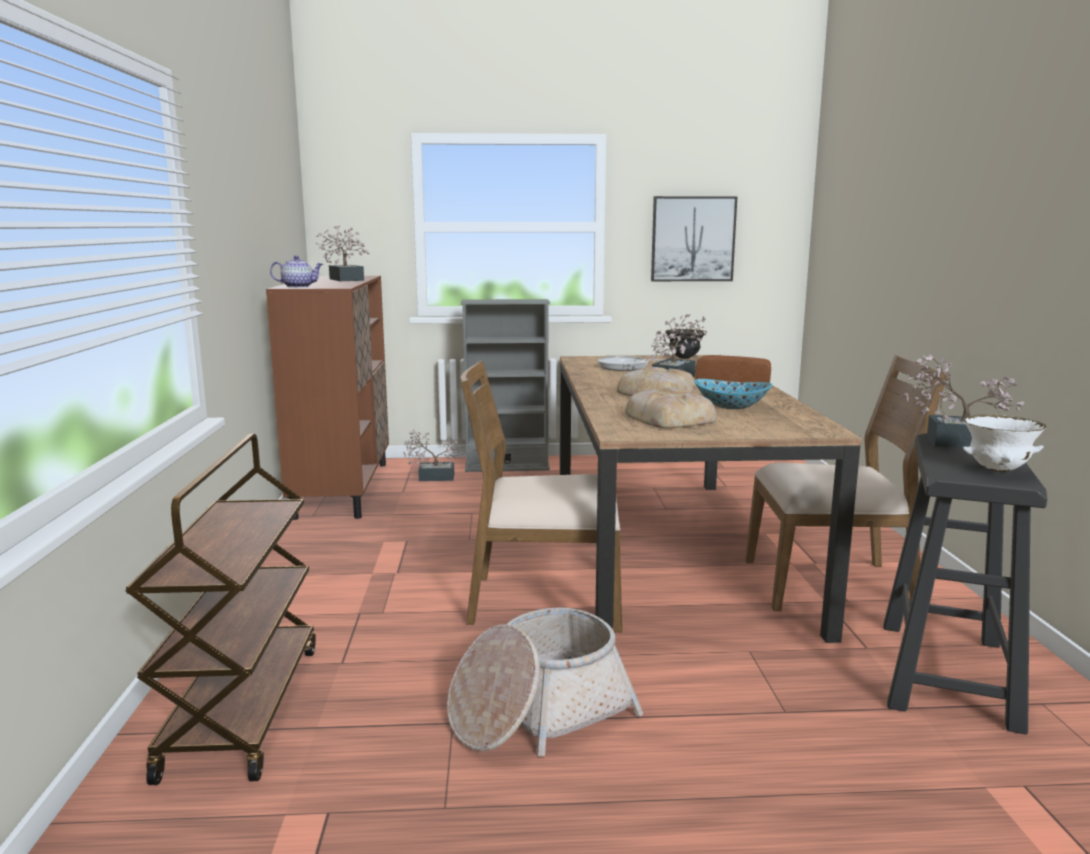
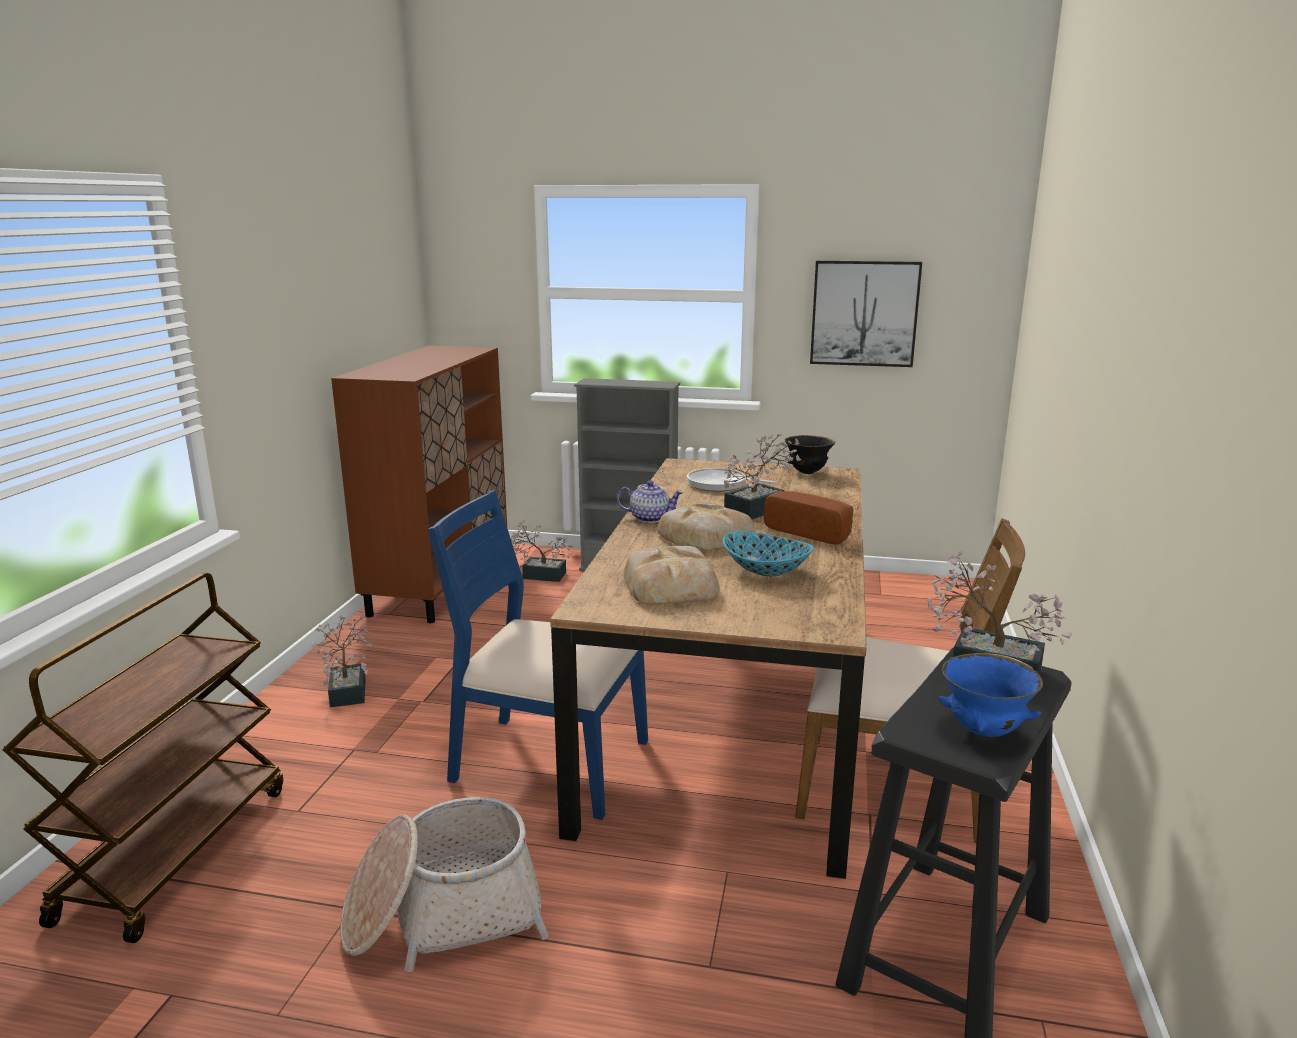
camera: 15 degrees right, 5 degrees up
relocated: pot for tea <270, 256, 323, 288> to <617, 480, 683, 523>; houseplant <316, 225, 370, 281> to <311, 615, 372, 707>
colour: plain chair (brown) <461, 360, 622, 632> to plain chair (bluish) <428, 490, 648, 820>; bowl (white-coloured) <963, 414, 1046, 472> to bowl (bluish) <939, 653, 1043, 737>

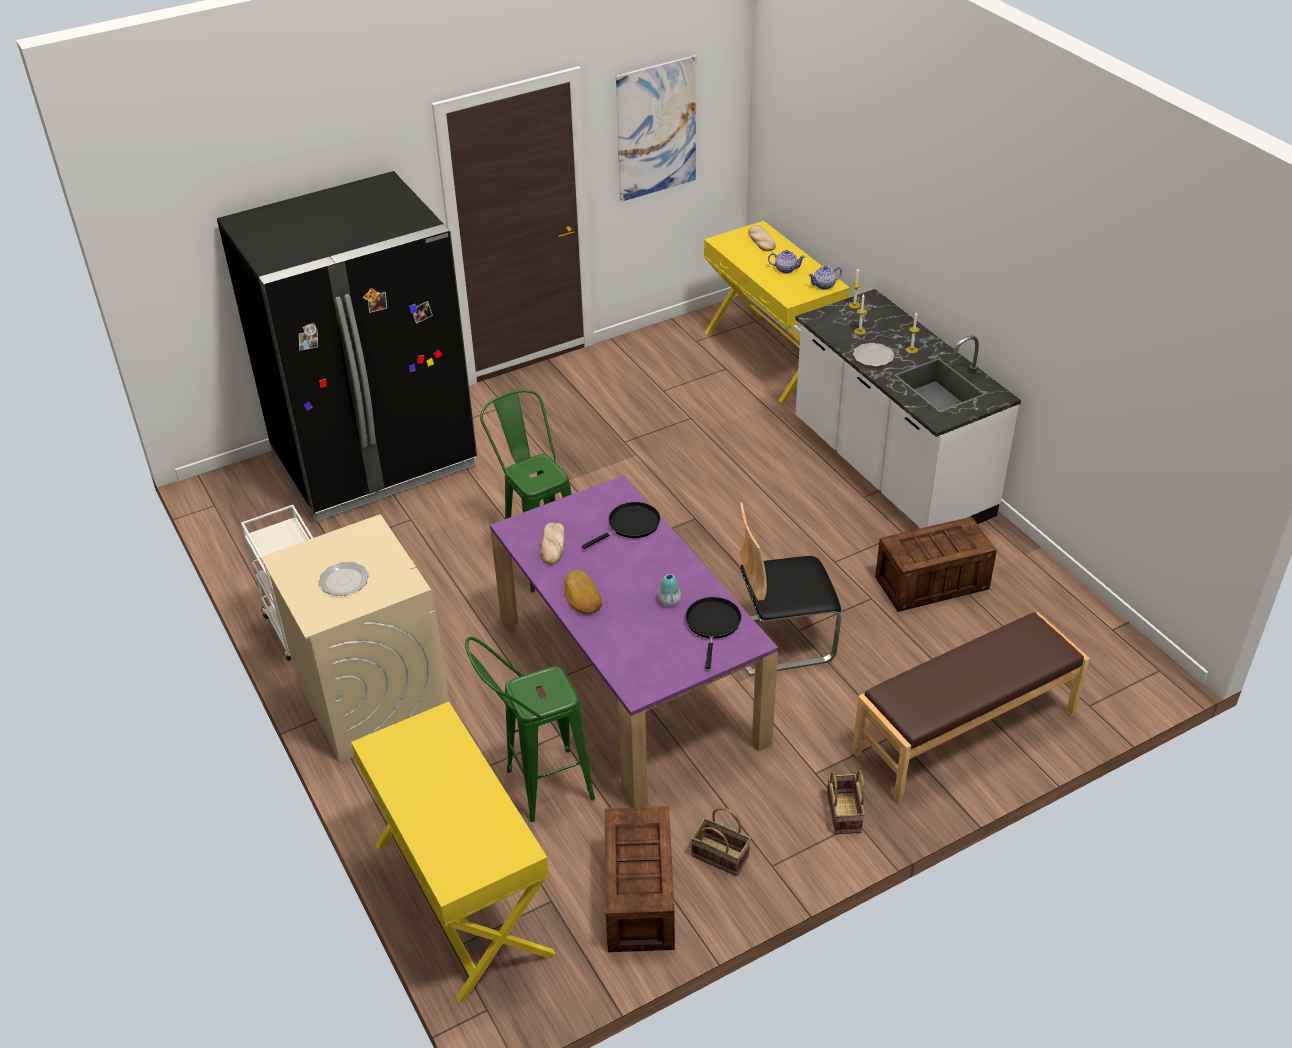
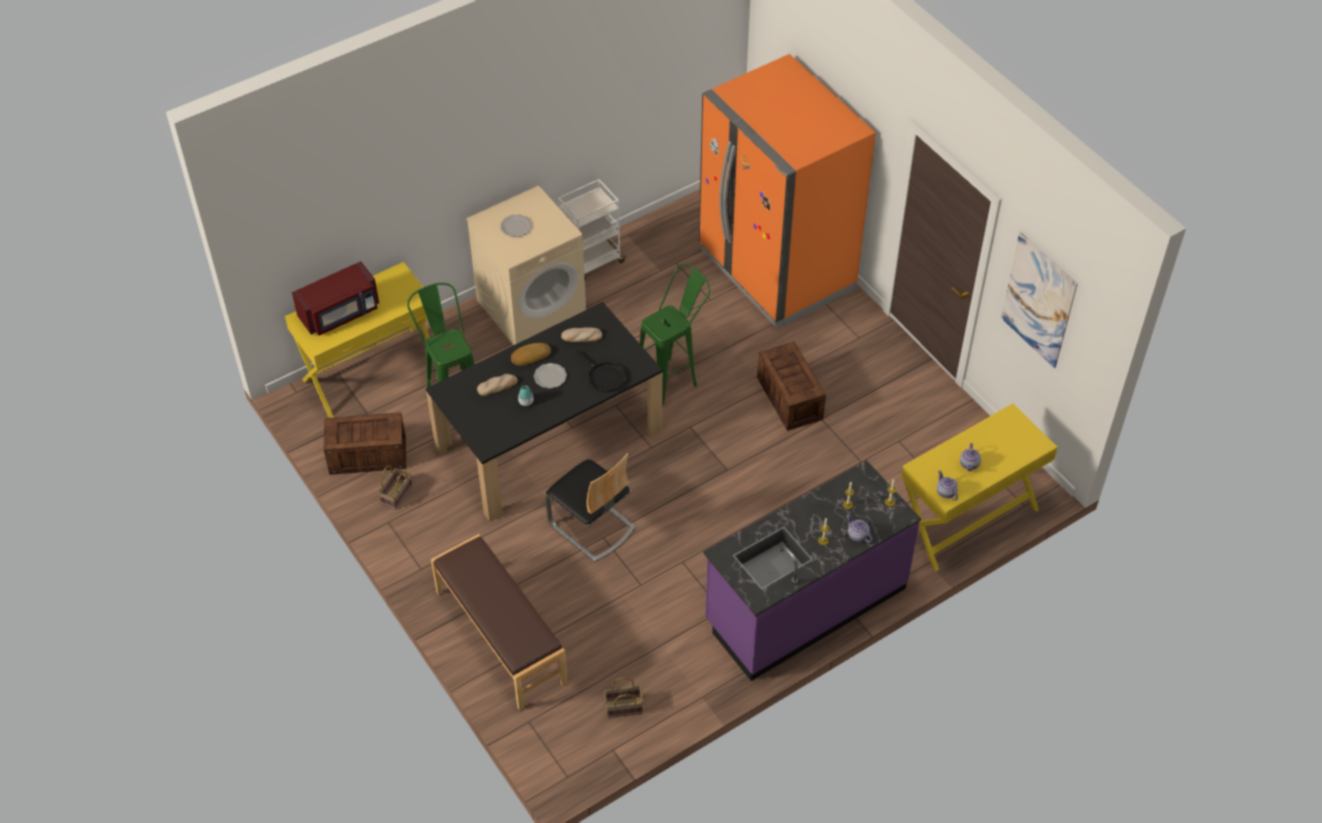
camera: 85 degrees right, 10 degrees up
missing: skillet (black-coloured) <685, 597, 742, 669>
appeared: kitchen microwave (red) <292, 261, 379, 336>; pot for tea <846, 515, 872, 543>
relocated: bakery bread <748, 225, 776, 251> to <477, 374, 518, 396>; basket <827, 770, 865, 834> to <604, 677, 643, 718>; plate <853, 343, 894, 366> to <534, 363, 567, 389>; crate <875, 517, 997, 612> to <757, 341, 826, 431>
colour: fridge (black-coloured) <217, 171, 477, 522> to fridge (orangey) <699, 54, 876, 328>; kitchen table (purple) <490, 475, 778, 808> to kitchen table (black-coloured) <426, 302, 663, 522>; kitchen base unit (white-coloured) <795, 289, 1021, 528> to kitchen base unit (purple) <703, 460, 921, 681>
spun: plain chair <739, 502, 841, 676> = <545, 453, 636, 562> 150 degrees clockwise

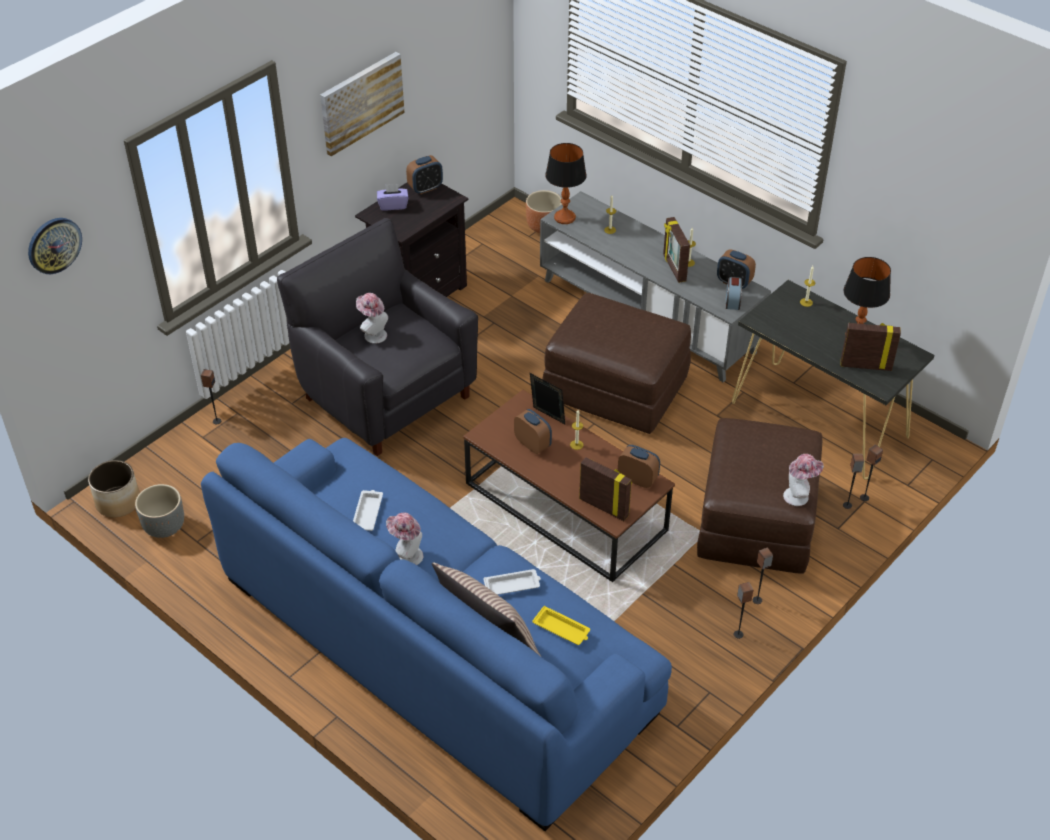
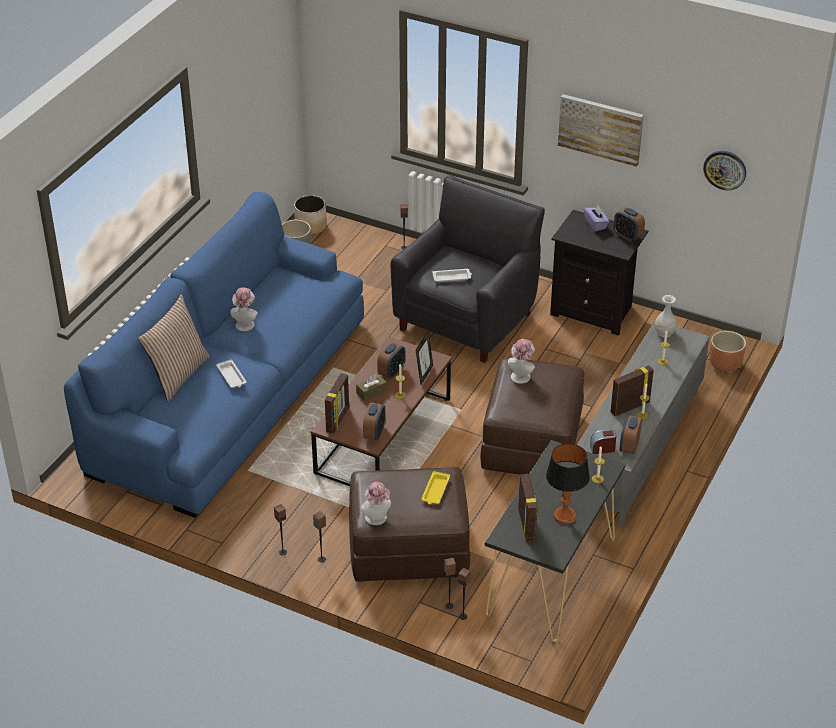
camera: 75 degrees right, 5 degrees down
appeared: tissue box (brown) <356, 374, 387, 401>
relocated: wall clock <28, 218, 82, 274> to <703, 151, 746, 190>; tray (white-coloured) <353, 490, 383, 531> to <432, 269, 472, 282>; clothing hat <356, 293, 388, 344> to <508, 339, 535, 384>; tray (yellow-coloured) <533, 606, 590, 645> to <421, 471, 450, 504>
exchanged: lamp for a table <545, 143, 587, 224> to vase (white-coloured) <655, 295, 677, 337>

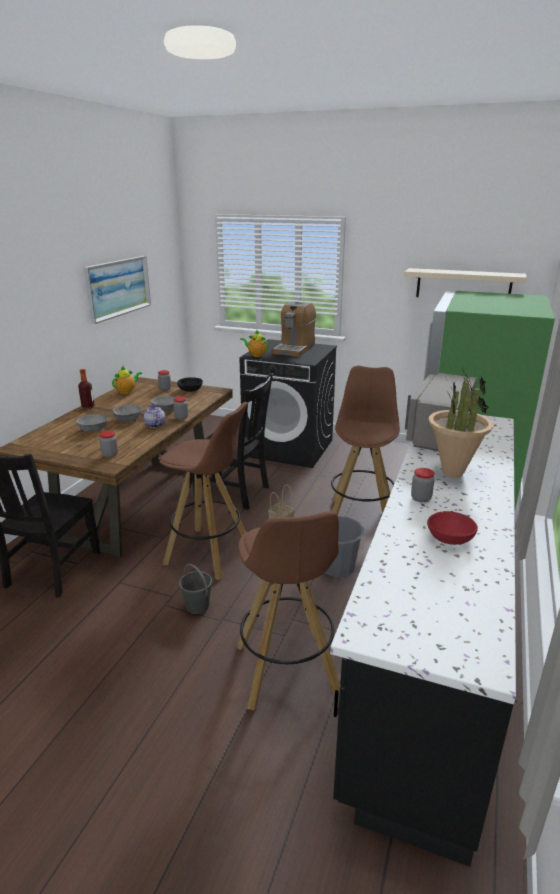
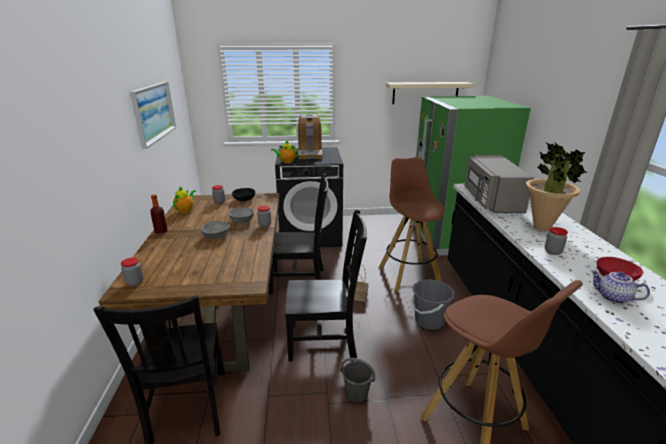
camera: 25 degrees left, 0 degrees up
missing: bowl (greyish) <76, 414, 108, 432>
relocated: preserve jar <99, 431, 118, 458> to <121, 257, 144, 286>; pot for tea <144, 405, 166, 428> to <590, 270, 650, 304>
exchanged: stool seat (brown) <159, 402, 248, 580> to plain chair (black-coloured) <285, 209, 367, 362>

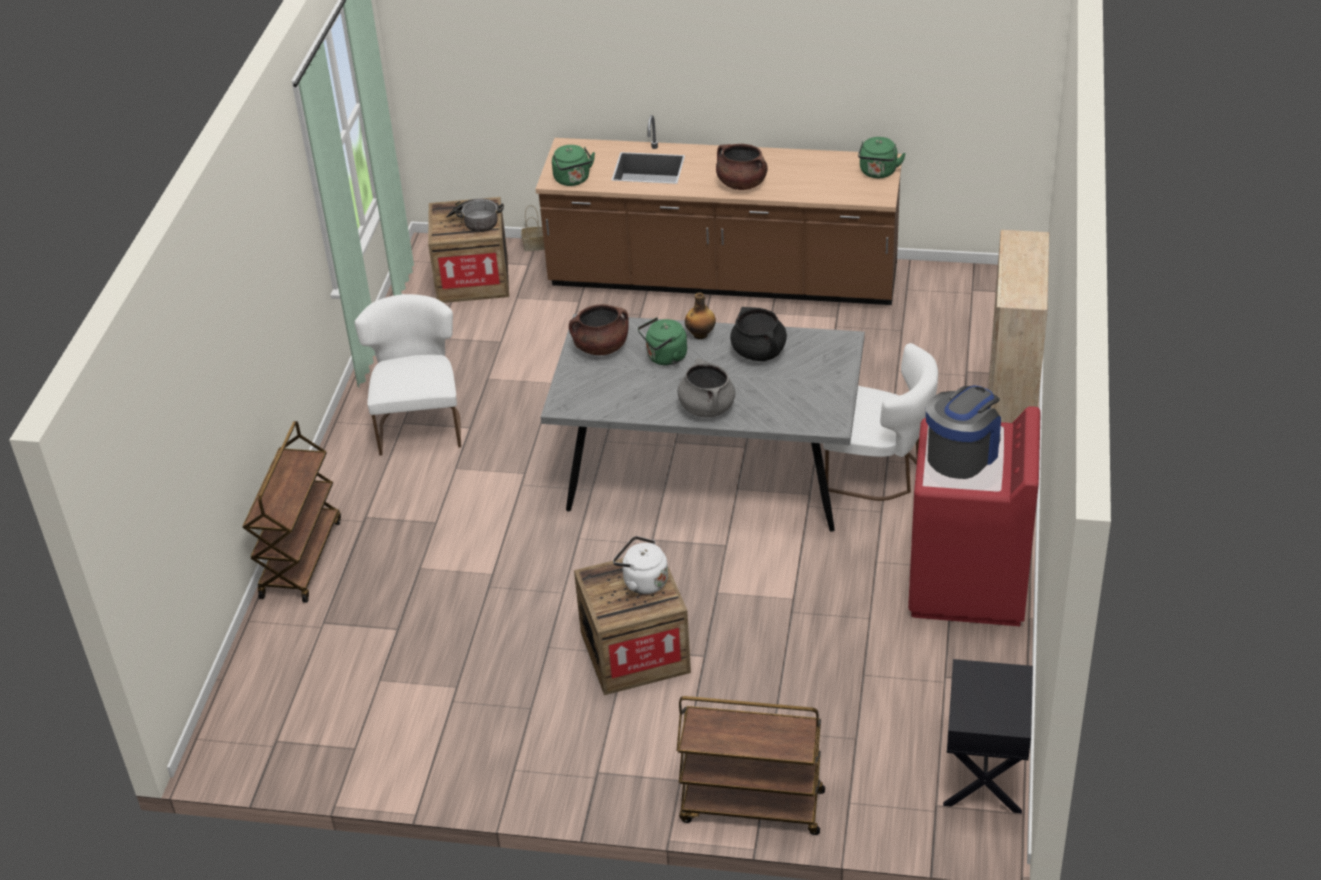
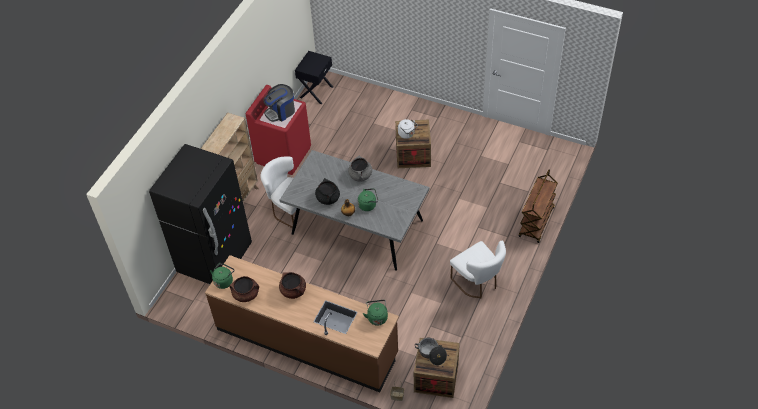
camera: 165 degrees left, 10 degrees up
missing: wheeled cart (brown) <677, 696, 825, 835>
appeared: fridge (black-coloured) <149, 144, 252, 284>
relocated: saucepot (brown) <569, 304, 629, 355> to <229, 276, 259, 302>
spun: plain chair (white-coloured) <355, 294, 461, 456> = <450, 241, 506, 298> 45 degrees counterclockwise

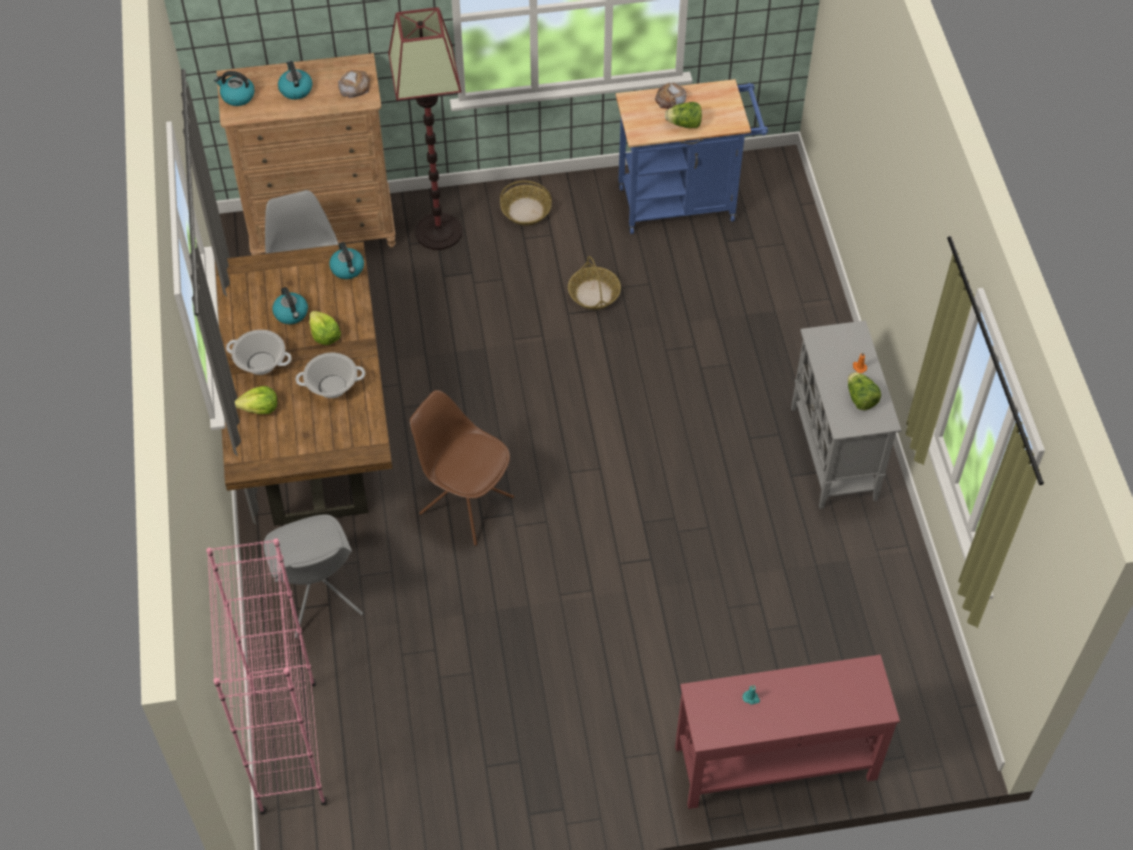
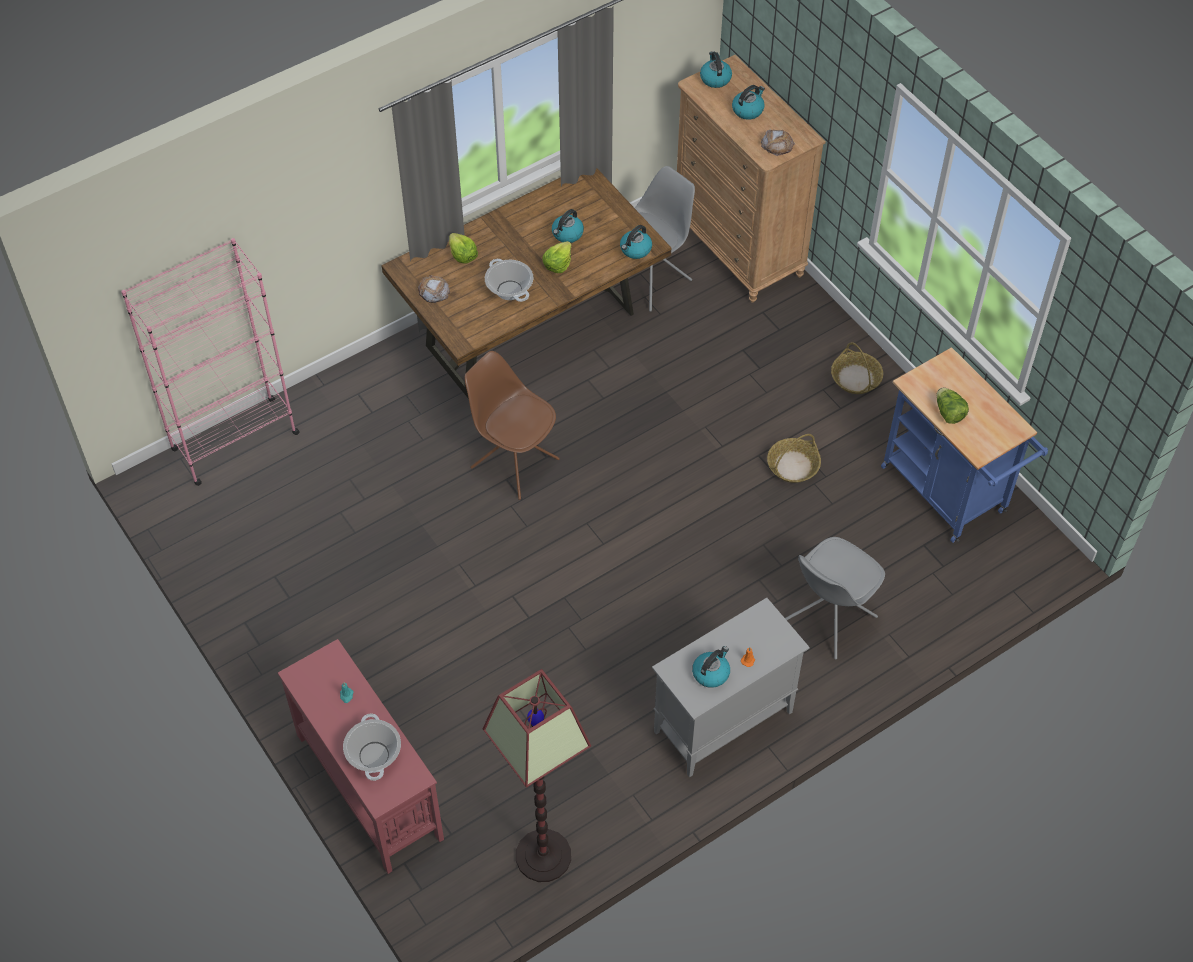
camera: 65 degrees right, 0 degrees up
relocated: saucepot <226, 330, 292, 375> to <343, 714, 401, 781>; plain chair (greyish) <264, 514, 363, 638> to <785, 537, 885, 659>; standard lamp <388, 7, 462, 250> to <482, 669, 591, 882>; bakery bread <655, 83, 687, 109> to <418, 275, 450, 303>
exchanged: head of lettuce <848, 372, 881, 410> to tea kettle <692, 646, 730, 688>
spun: plain chair (brown) <410, 390, 514, 545> = <465, 351, 560, 500> 60 degrees counterclockwise

